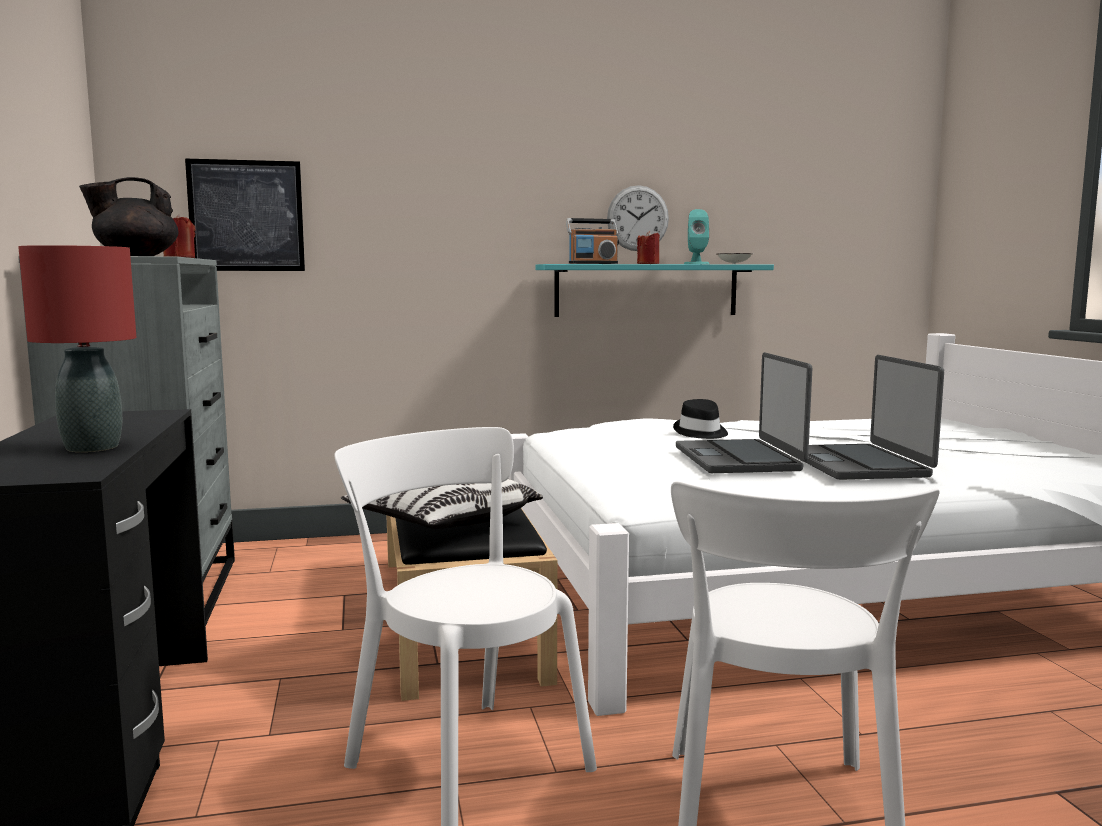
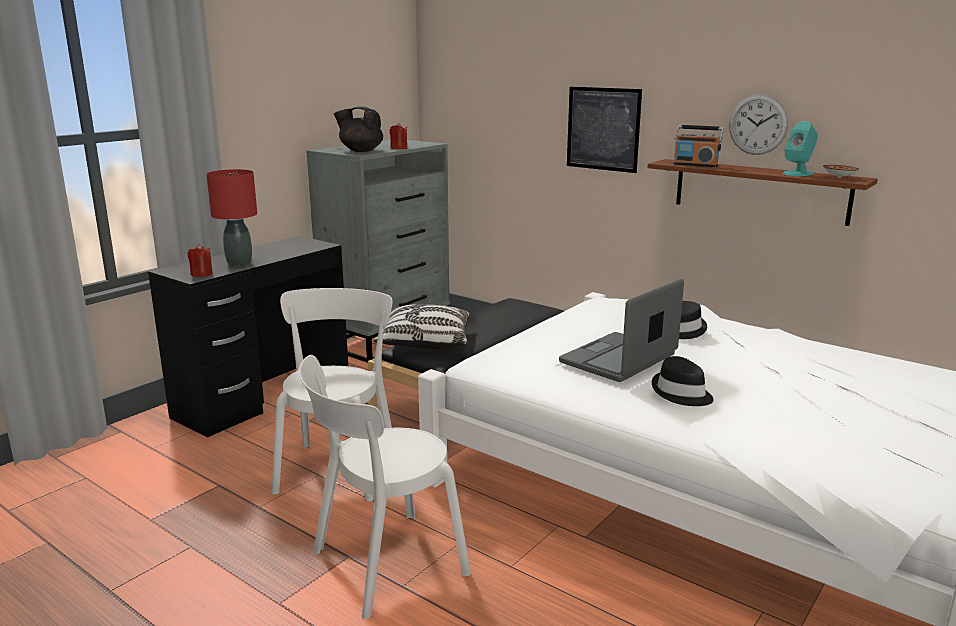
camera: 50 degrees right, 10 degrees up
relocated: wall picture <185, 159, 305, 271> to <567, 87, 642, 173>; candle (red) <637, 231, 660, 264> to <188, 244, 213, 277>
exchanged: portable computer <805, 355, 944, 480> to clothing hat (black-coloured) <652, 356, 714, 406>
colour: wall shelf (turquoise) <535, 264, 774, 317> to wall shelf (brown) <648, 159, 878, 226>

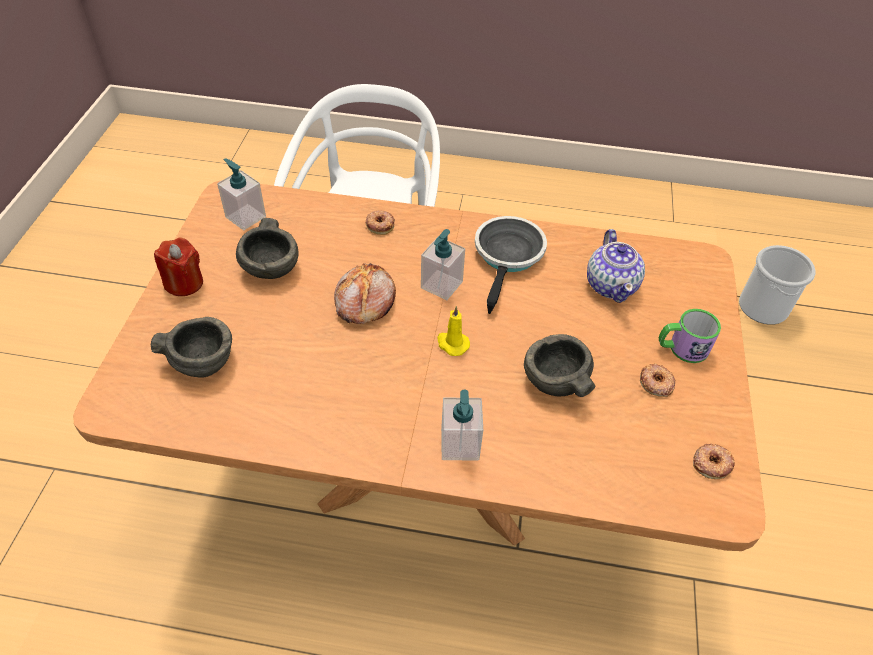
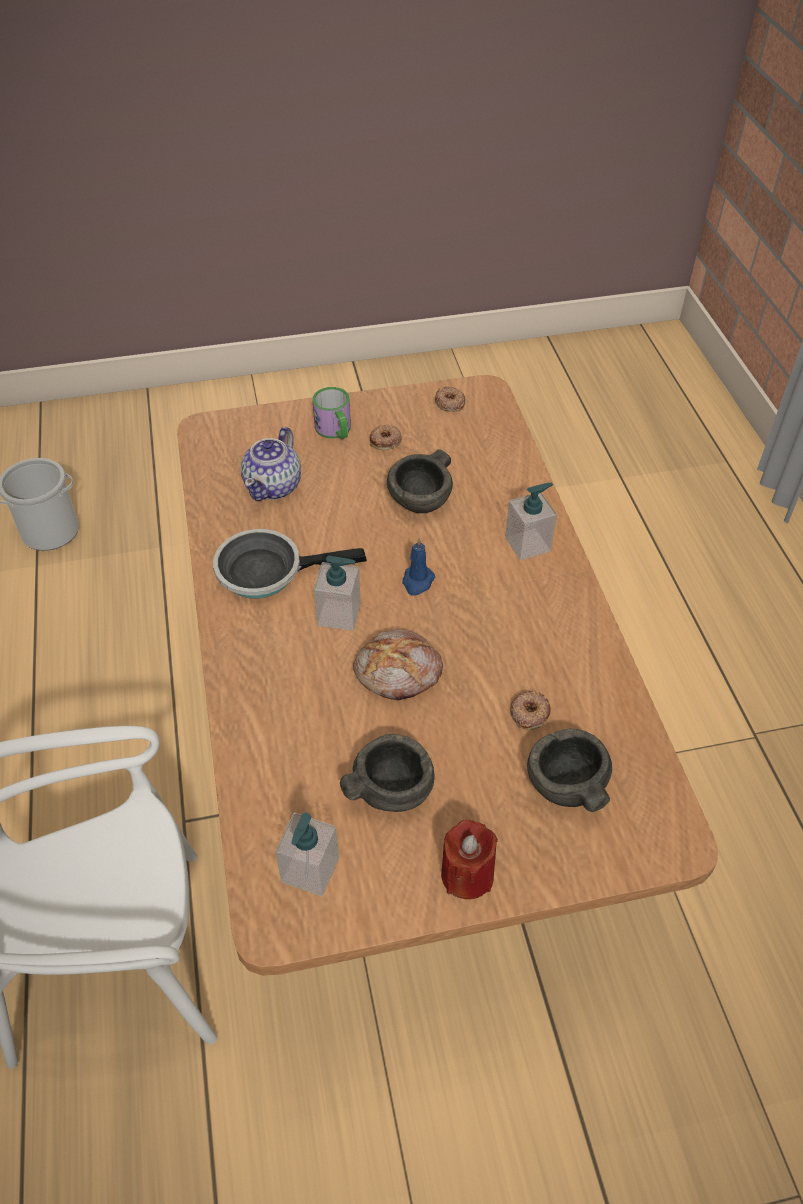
camera: 110 degrees left, 0 degrees up
relocated: donut <366, 210, 395, 235> to <510, 691, 551, 729>
colour: candle (yellow-coloured) <437, 306, 470, 356> to candle (bluish) <402, 538, 435, 596>
spun: pot for tea <587, 229, 645, 303> = <241, 427, 301, 501> 135 degrees clockwise

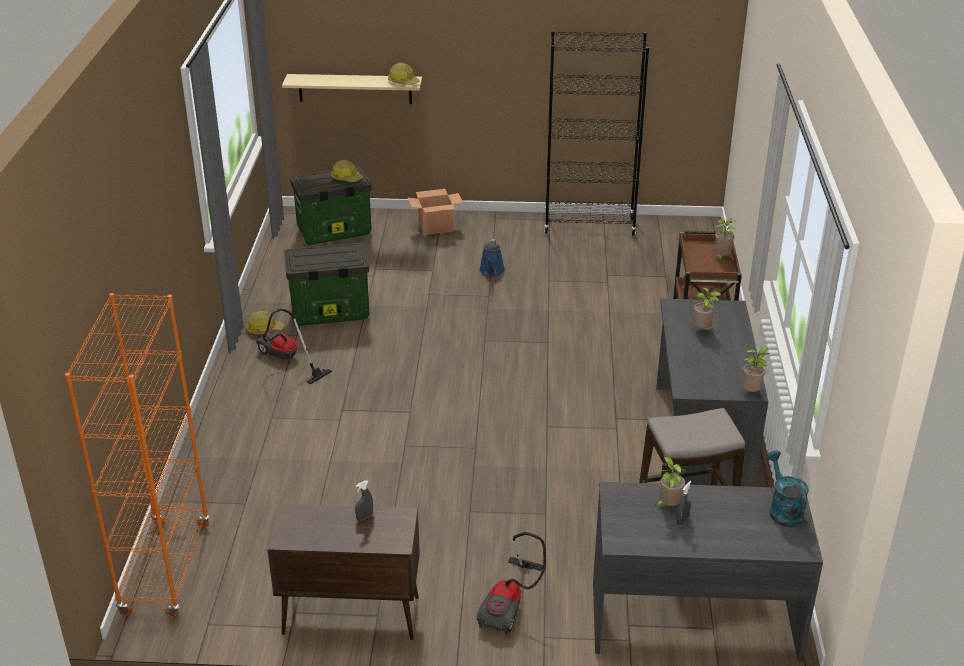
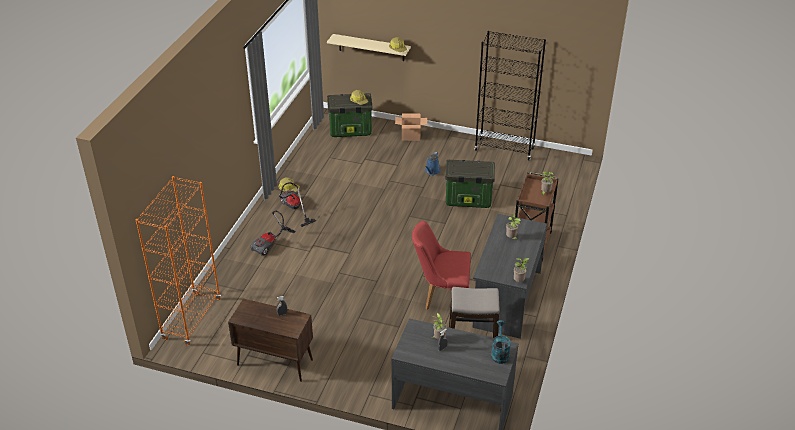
camera: 15 degrees right, 5 degrees up
appeared: plain chair (red) <412, 221, 471, 310>
relocated: storage box <284, 243, 369, 326> to <445, 160, 495, 208>; vacuum <476, 532, 546, 635> to <250, 210, 296, 256>

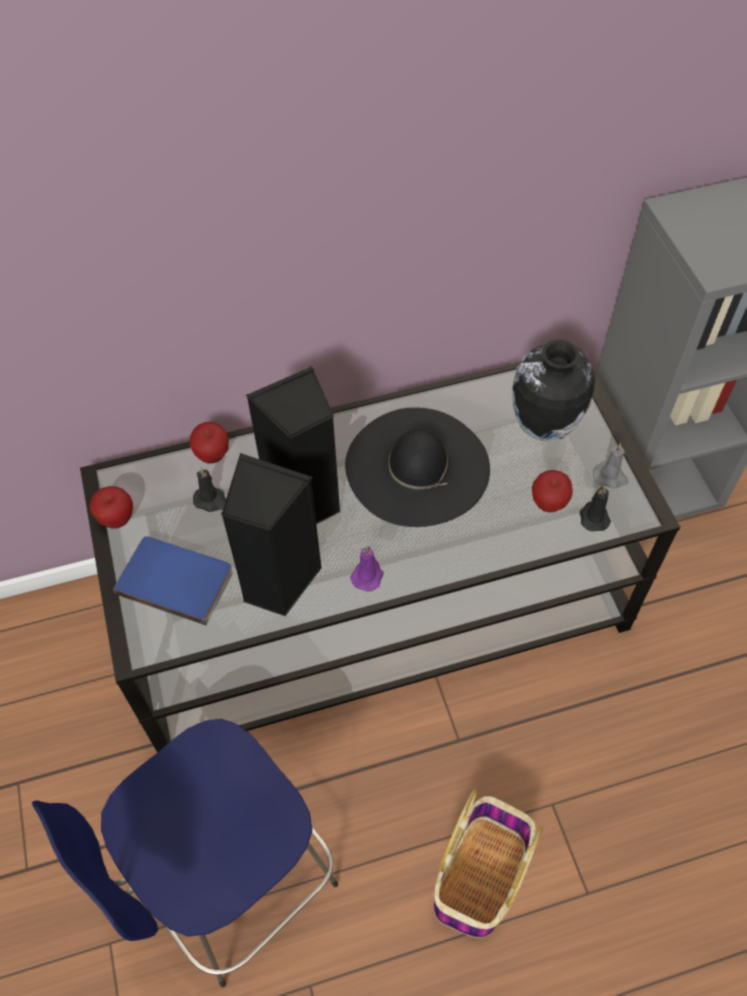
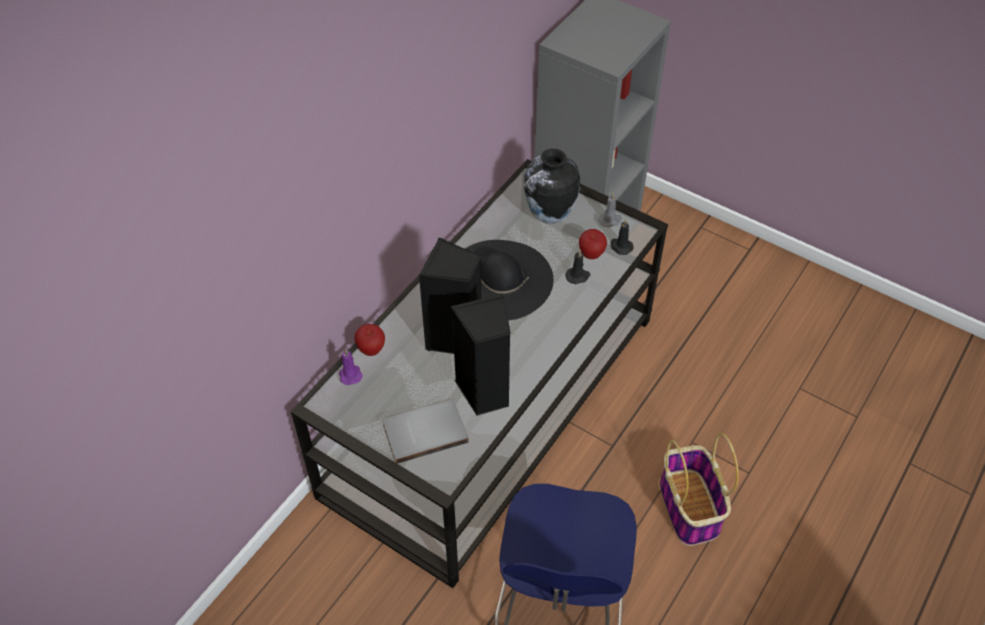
camera: 40 degrees left, 5 degrees down
missing: apple <90, 486, 133, 529>
relocated: candle (black-coloured) <193, 467, 226, 512> to <565, 249, 590, 284>; candle (purple) <350, 546, 384, 592> to <339, 349, 363, 385>
colour: bound book (bluish) <113, 536, 232, 625> to bound book (greyish) <382, 399, 469, 464>

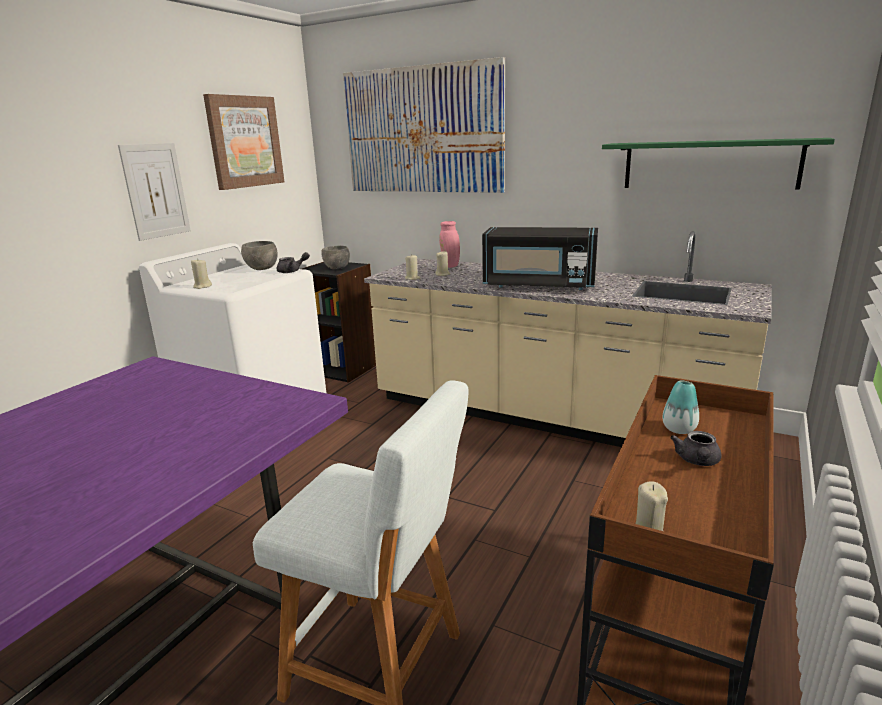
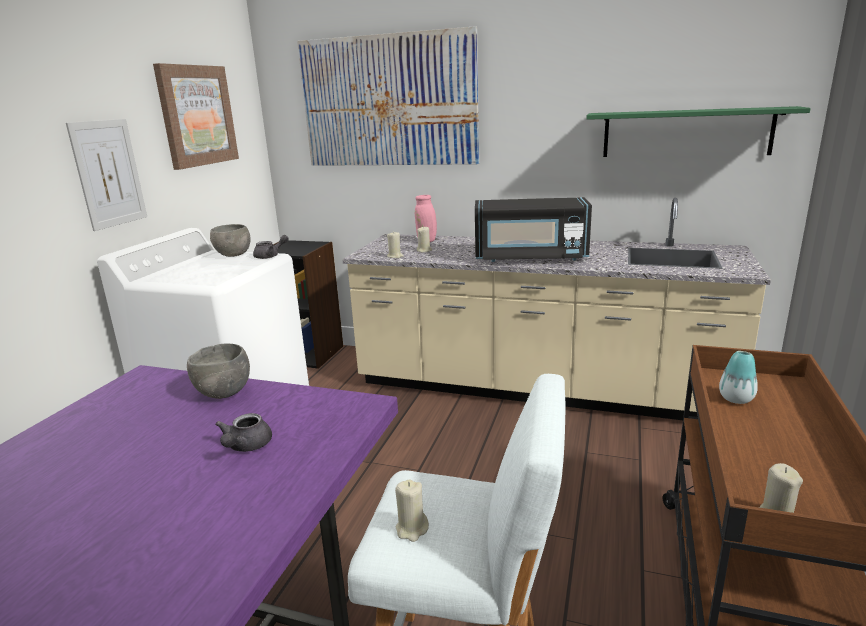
camera: 10 degrees left, 0 degrees up
relocated: candle (beige-coloured) <191, 258, 212, 289> to <395, 479, 429, 542>; bowl (greyish) <321, 246, 350, 269> to <187, 343, 250, 399>; pot for tea (greyish) <670, 431, 722, 466> to <215, 413, 272, 452>

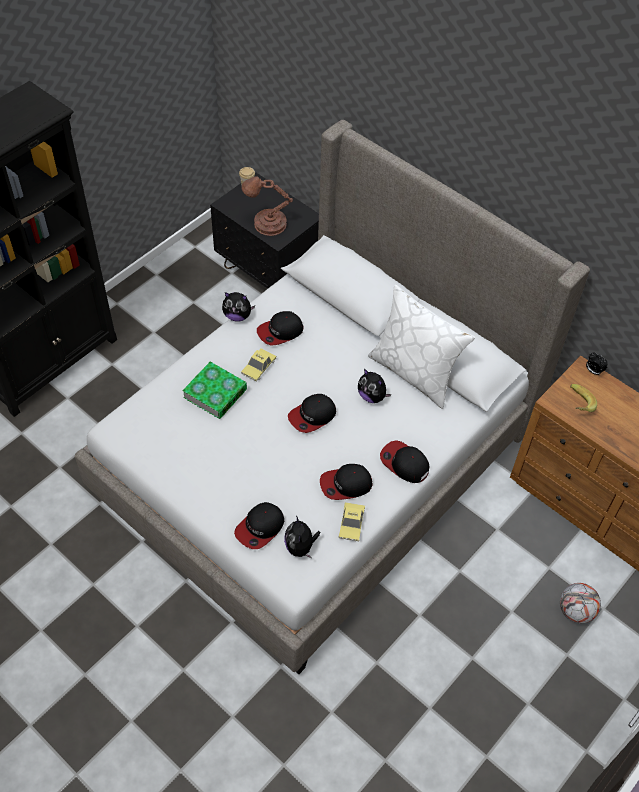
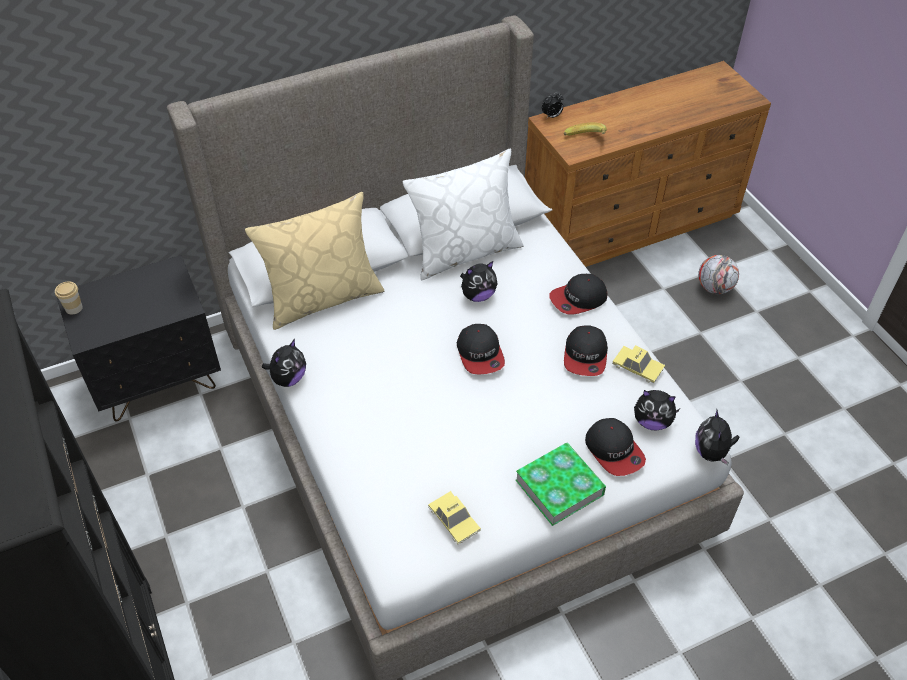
camera: 65 degrees left, 5 degrees down
missing: lamp for a table (brown) <241, 176, 293, 236>; cap <257, 311, 303, 345>
appeared: cushion (beige-coloured) <245, 192, 385, 330>; plush toy <695, 408, 740, 465>
relocated: bound book <182, 362, 247, 419> to <515, 442, 606, 526>; toy car <241, 348, 276, 382> to <428, 491, 481, 544>

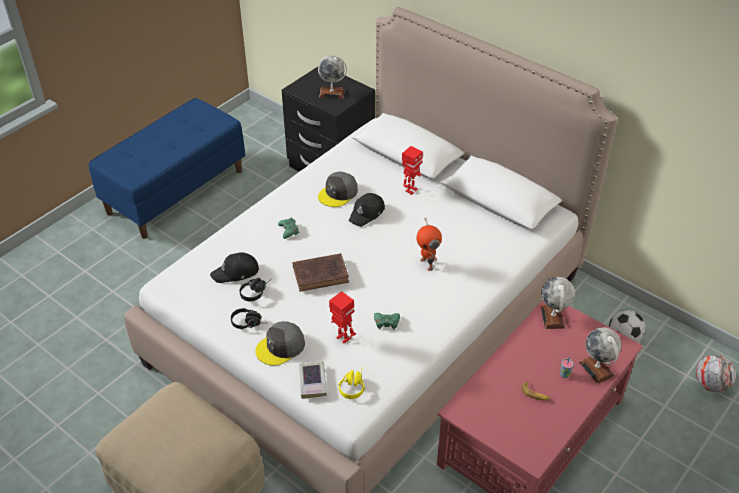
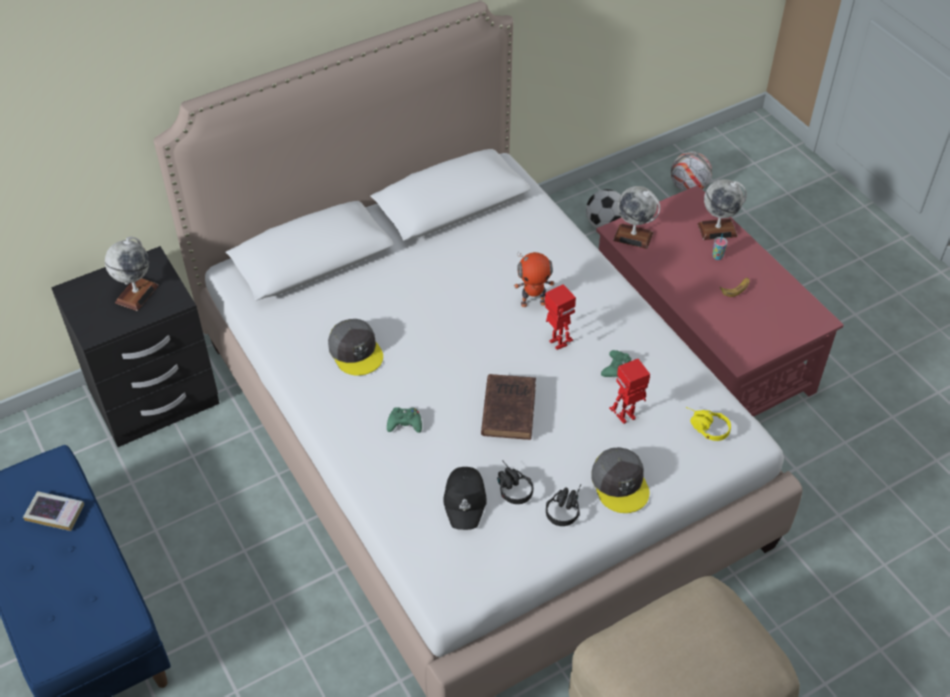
camera: 70 degrees left, 5 degrees up
missing: cap (black-coloured) <348, 193, 385, 227>
relocated: bound book <299, 362, 327, 399> to <23, 491, 84, 531>; toy robot <402, 146, 423, 195> to <545, 284, 576, 350>

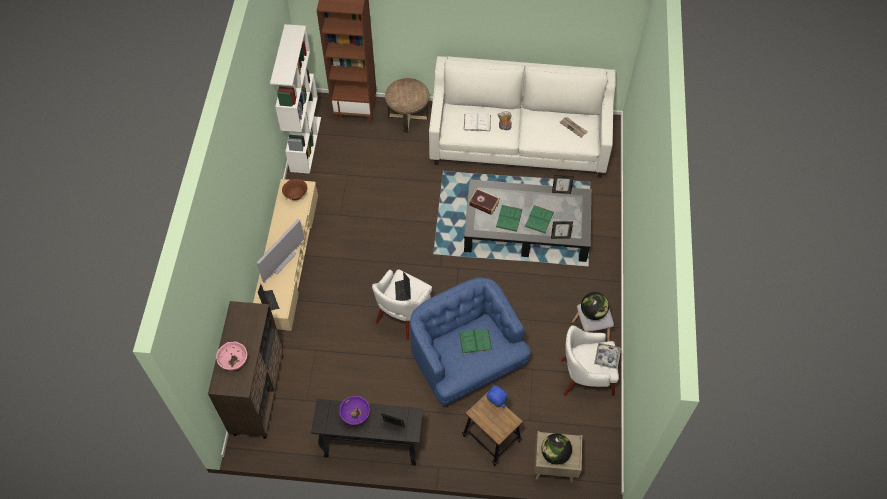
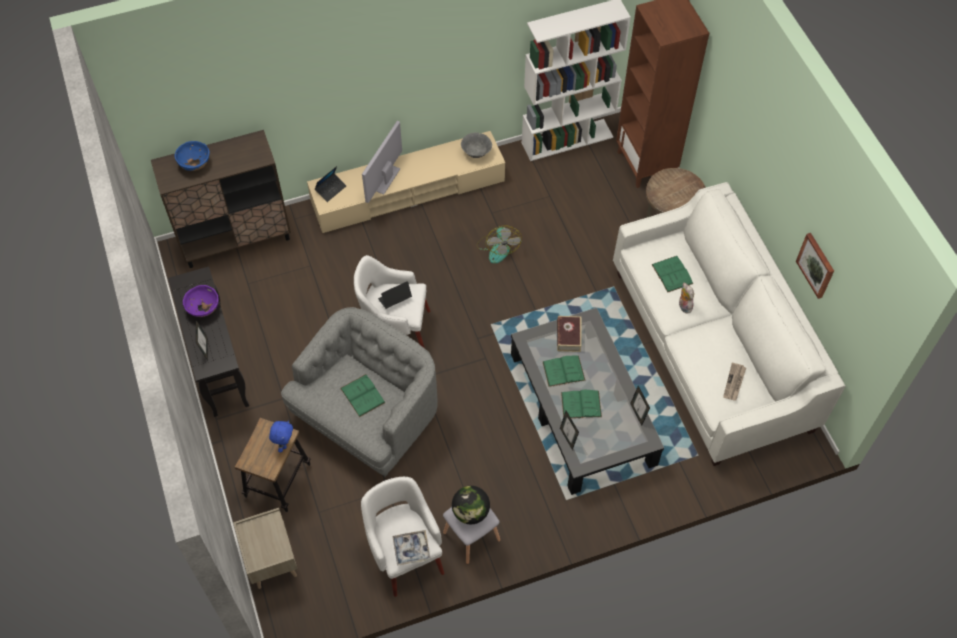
camera: 65 degrees right, 0 degrees up
missing: desk globe <541, 434, 572, 465>
appeared: cooling fan <477, 225, 522, 264>; wall picture <796, 233, 834, 299>
colour: bowl (pink) <216, 342, 247, 371> to bowl (bluish) <174, 141, 210, 171>; bowl (brown) <282, 179, 307, 200> to bowl (greyish) <461, 132, 492, 158>; armchair (bluish) <410, 277, 531, 406> to armchair (greyish) <281, 307, 438, 477>; bound book (white-coloured) <464, 113, 491, 131> to bound book (greenish) <651, 256, 693, 292>
spun: TV <257, 219, 305, 283> = <362, 121, 402, 203> 105 degrees clockwise

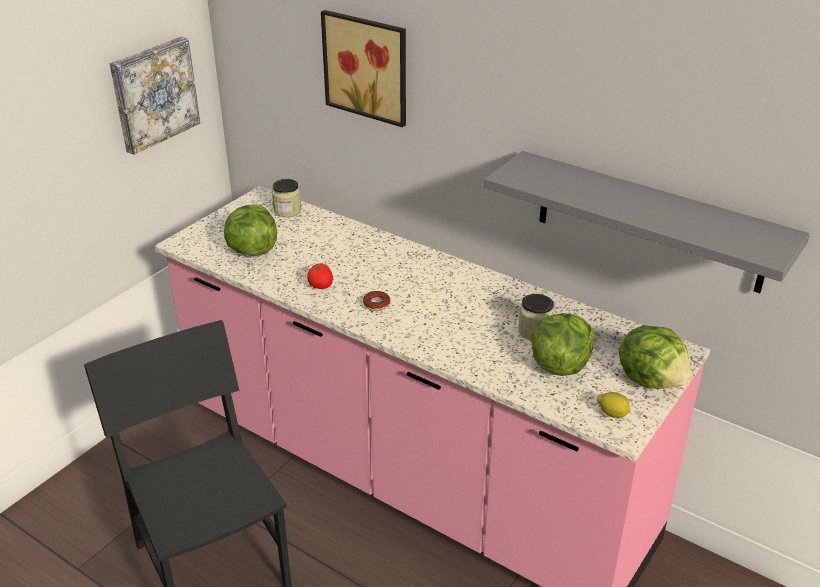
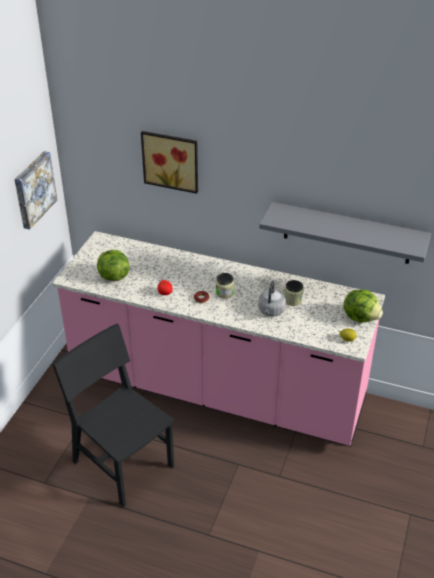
camera: 15 degrees left, 5 degrees up
missing: head of lettuce <531, 313, 594, 376>
appeared: tea kettle (greyish) <258, 281, 286, 316>
relocated: preserve jar <272, 179, 302, 217> to <216, 273, 234, 299>

